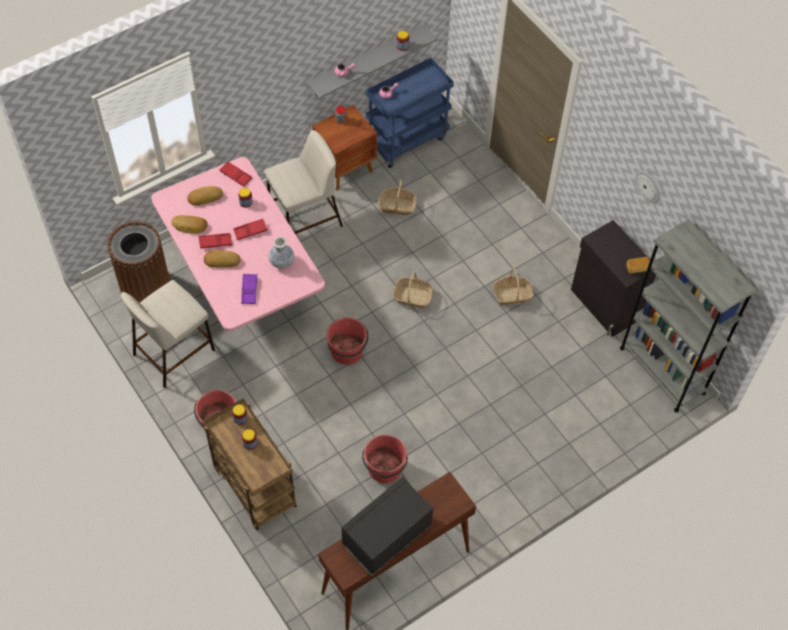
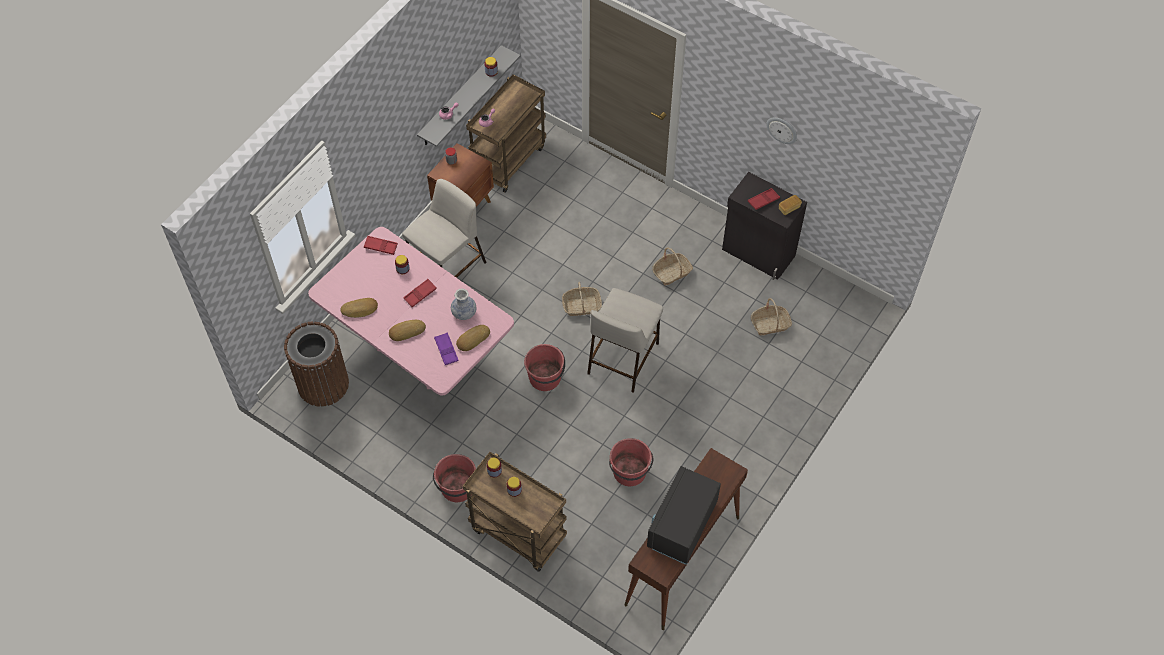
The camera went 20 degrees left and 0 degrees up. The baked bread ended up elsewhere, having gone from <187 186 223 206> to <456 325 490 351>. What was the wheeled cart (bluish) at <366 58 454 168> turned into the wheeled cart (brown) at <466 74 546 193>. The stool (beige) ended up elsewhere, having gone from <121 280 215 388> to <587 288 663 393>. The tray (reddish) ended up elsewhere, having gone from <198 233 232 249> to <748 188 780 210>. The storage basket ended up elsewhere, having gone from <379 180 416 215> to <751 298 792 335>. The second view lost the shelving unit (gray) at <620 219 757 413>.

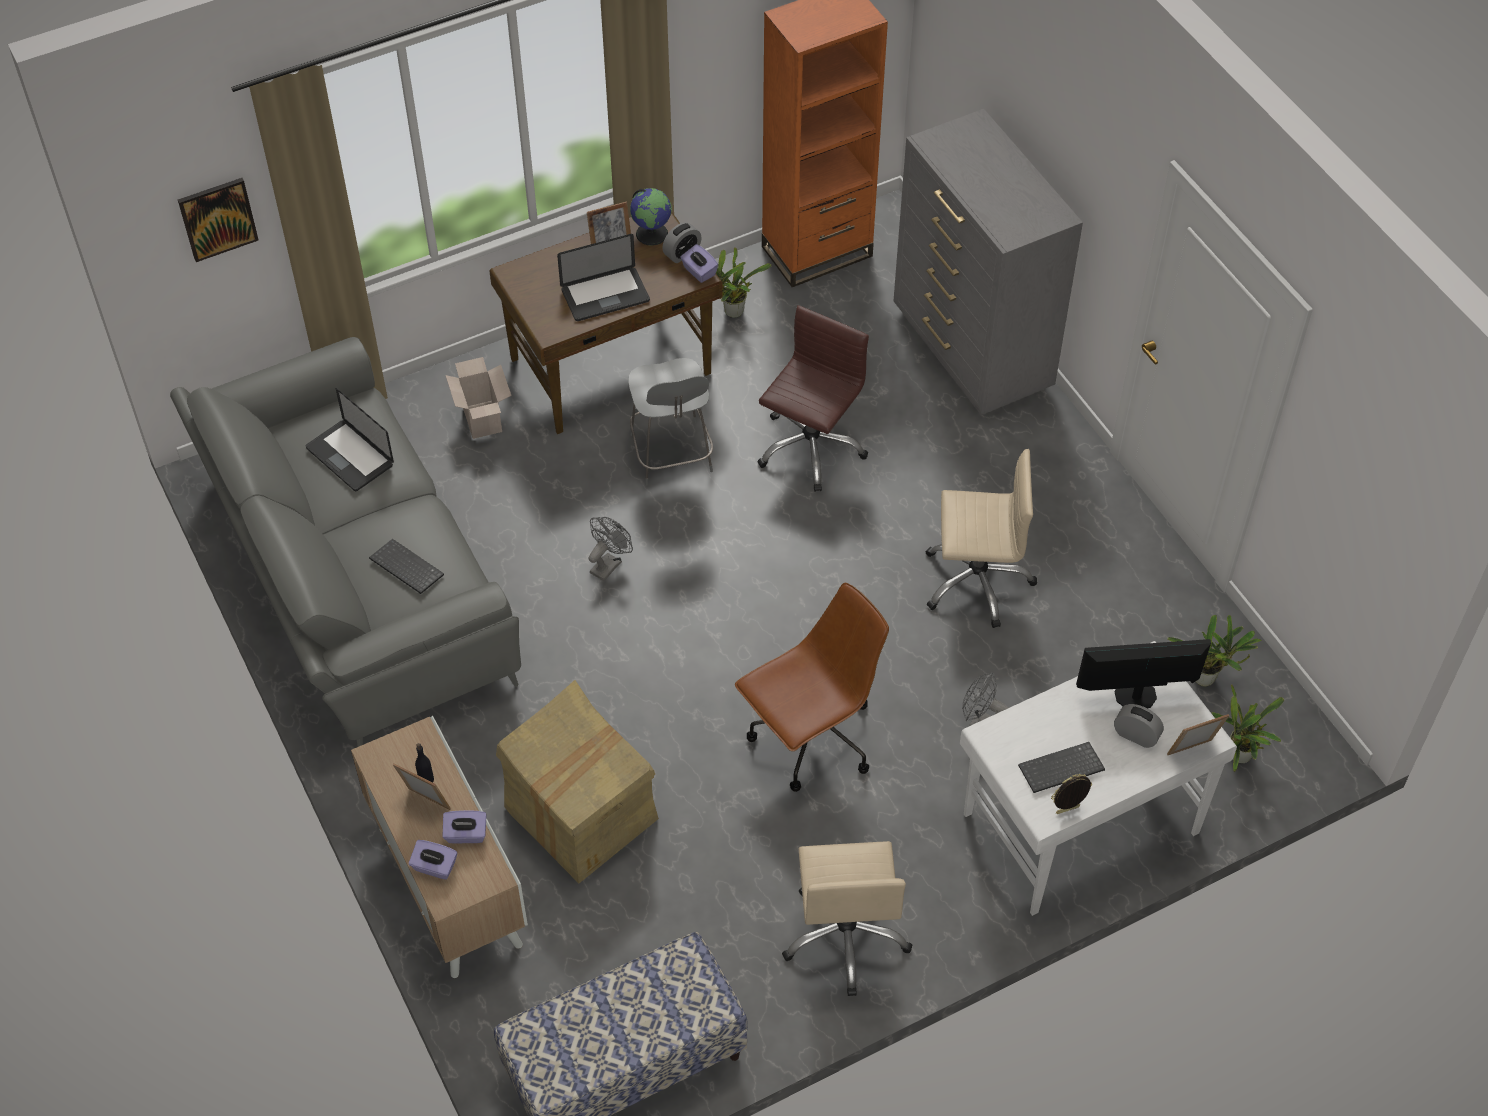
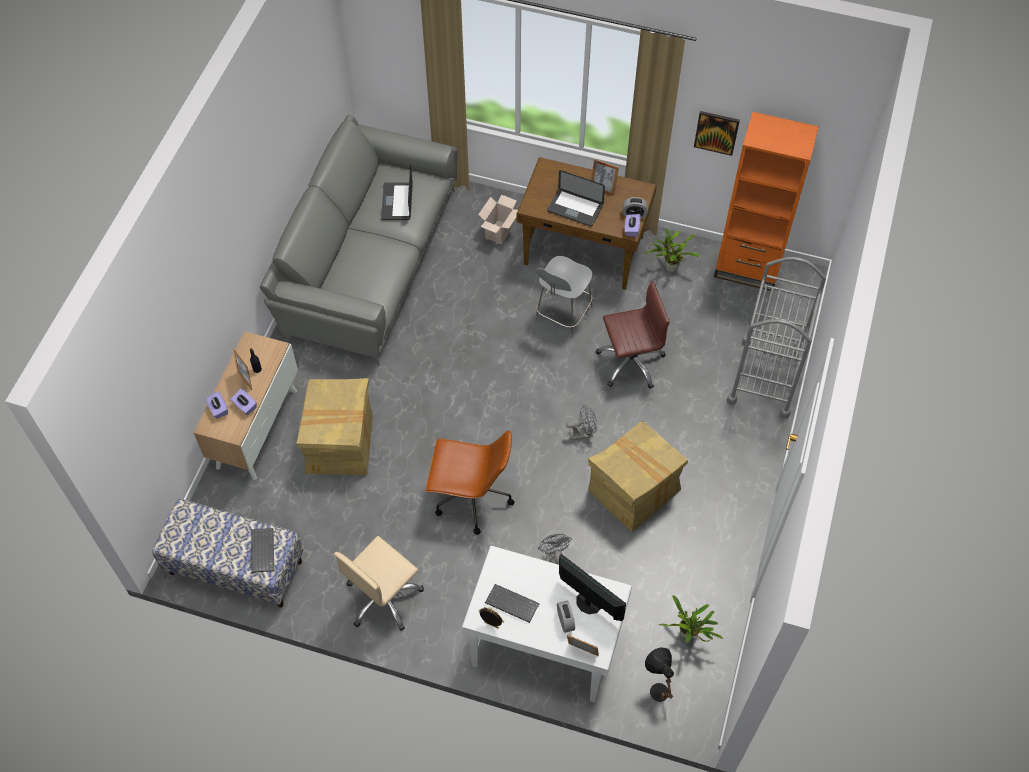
The camera went 45 degrees right and 5 degrees up. The computer keyboard ended up elsewhere, having gone from <369 539 444 594> to <251 528 274 573>. The cooling fan (gray) ended up elsewhere, having gone from <588 517 633 581> to <567 404 597 440>. Where the computer chair (beige) stood at <926 449 1037 628>, the packing box came to stand at <588 421 688 532>. Where the houseplant stood at <1211 685 1284 772>, the tabletop lamp (black) came to stand at <645 647 674 702>. The picture ended up elsewhere, having gone from <178 178 259 262> to <694 111 740 156>. Where the drawer chest (gray) stood at <894 109 1083 415>, the wheeled cart (gray) came to stand at <727 257 826 419>. The second view lost the world globe at <630 188 672 246>.

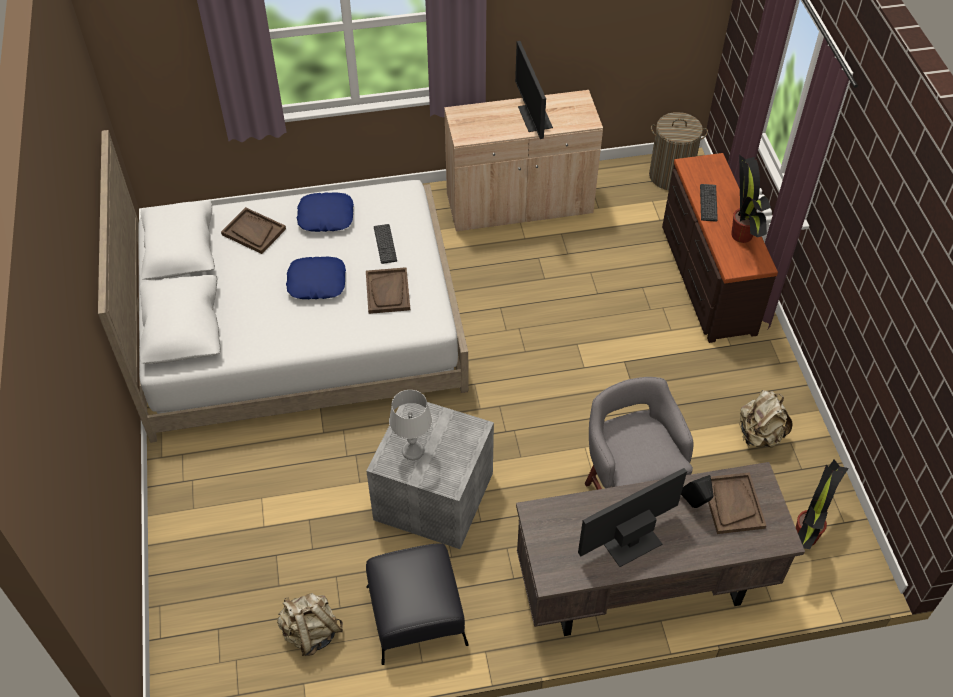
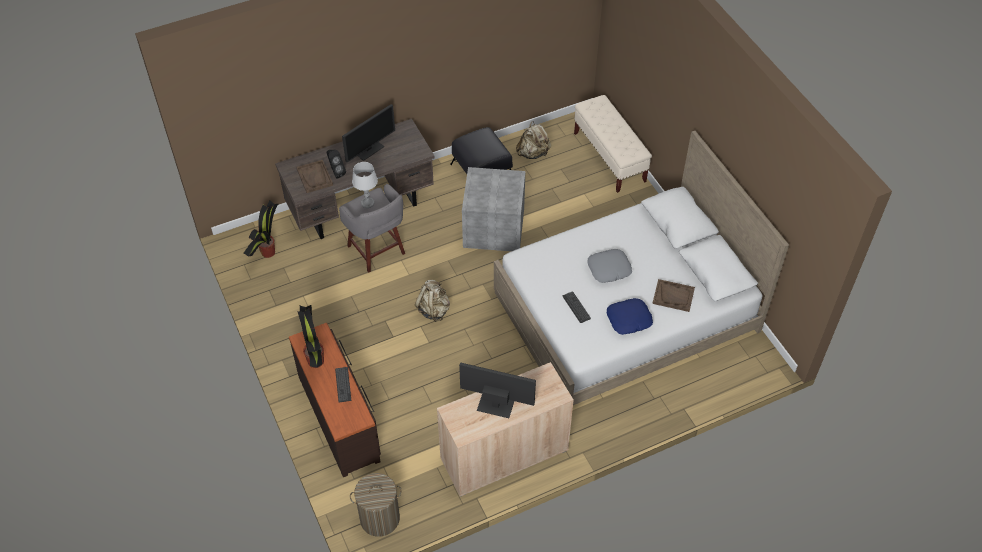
The camera went 165 degrees right and 0 degrees up. The tabletop lamp (gray) ended up elsewhere, having gone from <389 390 432 460> to <352 162 378 208>. The backpack (beige) ended up elsewhere, having gone from <740 390 793 448> to <415 280 450 322>. The computer screen at <515 41 553 139> ended up facing another way, 45 degrees counterclockwise from before. The second view gained the long seat (beige) at <574 95 652 193>. What was the cushion (bluish) at <286 257 346 299> turned into the cushion (gray) at <587 249 632 283>. The second view lost the tray (brown) at <366 267 410 314>.

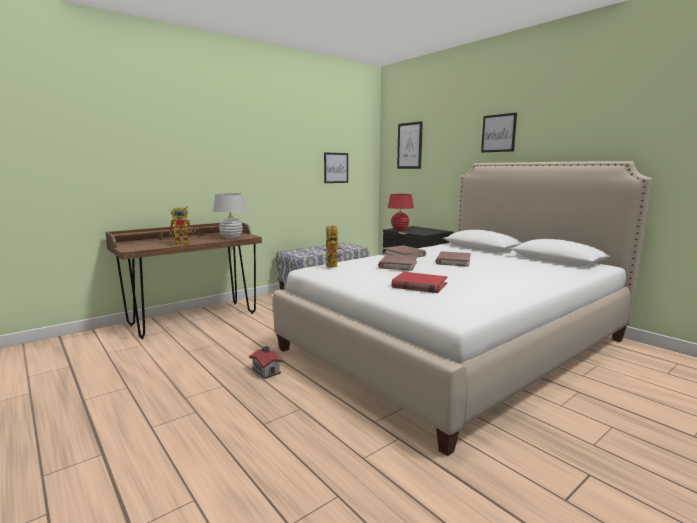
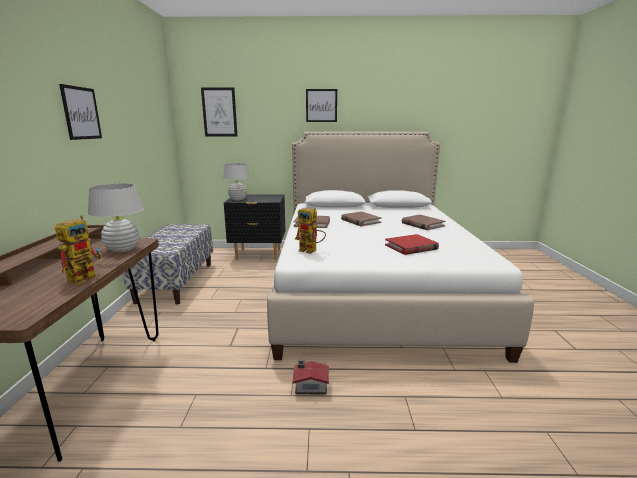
The camera went 50 degrees left and 5 degrees up. The picture ended up elsewhere, having gone from <324 152 348 183> to <59 84 102 140>. What was the tabletop lamp (reddish) at <387 194 414 230> turned into the tabletop lamp (white) at <223 163 250 201>. The volume (brown) ended up elsewhere, having gone from <378 254 417 271> to <402 214 446 230>.

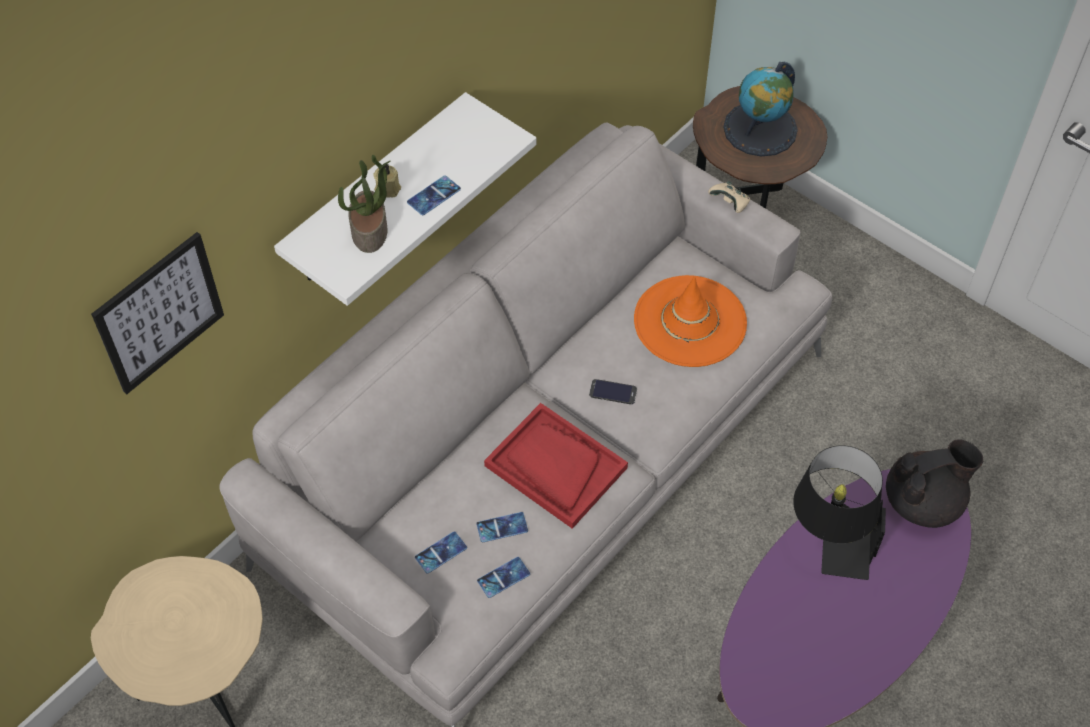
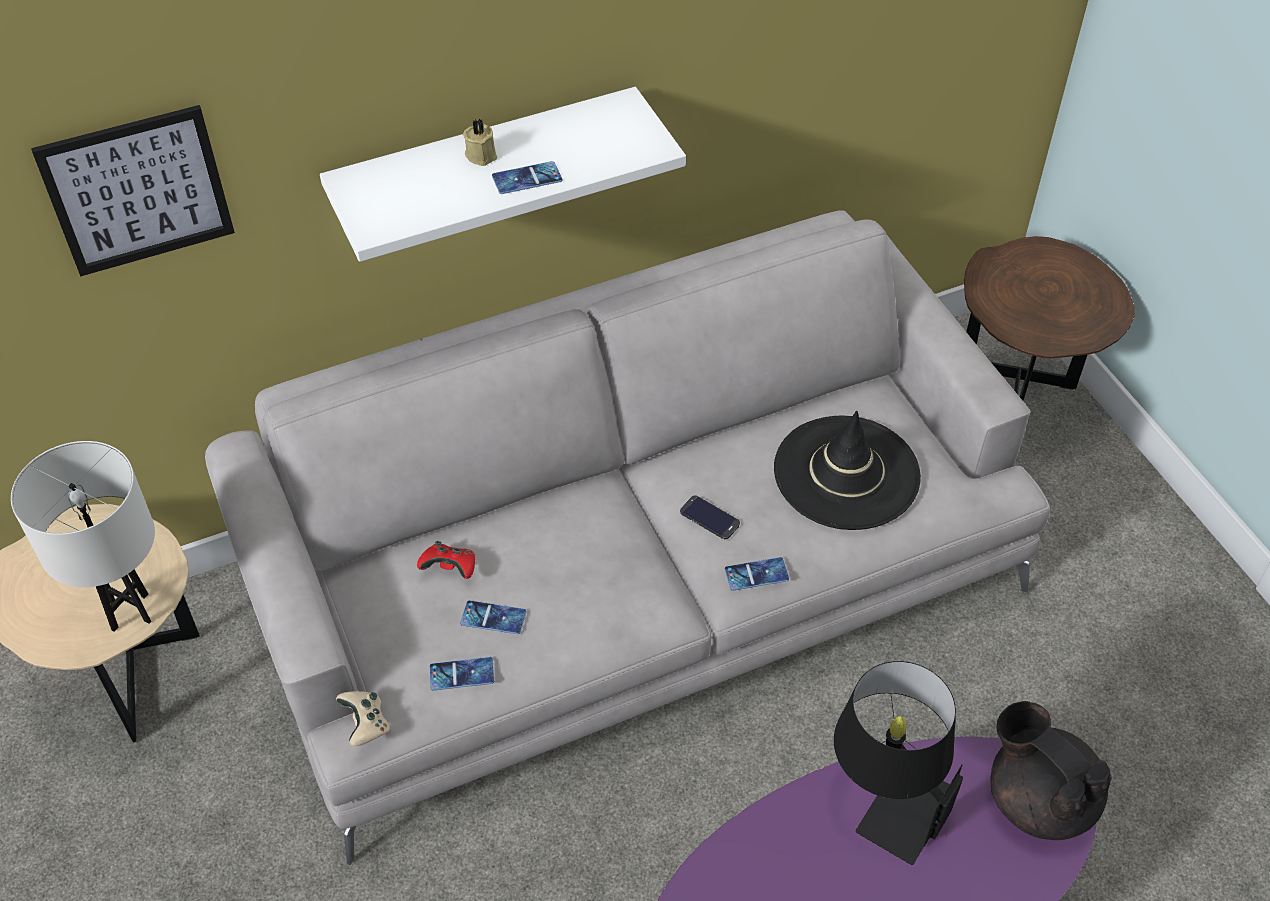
The camera went 25 degrees right and 5 degrees down. The second view gained the tabletop lamp (white) at <11 441 155 632>. The joypad (beige) ended up elsewhere, having gone from <708 181 750 213> to <336 691 390 746>. The second view gained the joypad (reddish) at <417 541 475 579>. The handset ended up elsewhere, having gone from <415 531 467 574> to <725 557 789 591>. What was the wearable hat (orange) at <634 275 747 367> turned into the wearable hat (black) at <774 411 921 530>. The pot for tea (black) at <886 439 983 528> ended up facing another way, 135 degrees counterclockwise from before. The second view lost the houseplant at <338 155 390 253>. The second view lost the tray (reddish) at <484 403 628 529>. The second view lost the world globe at <723 62 798 156>.

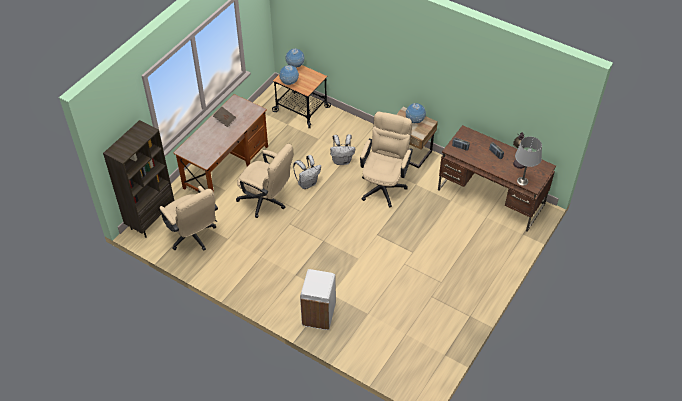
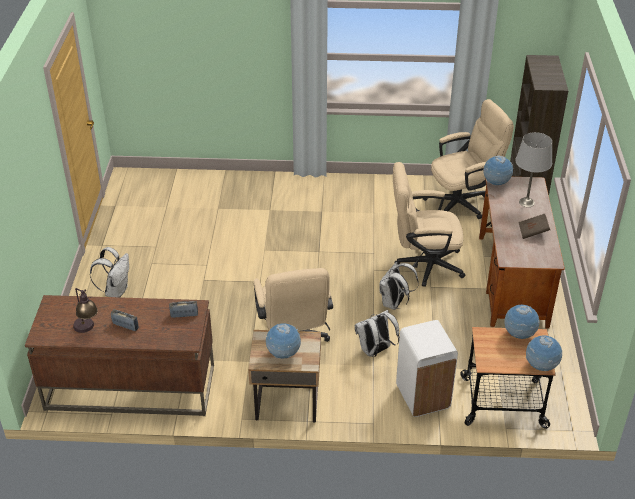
The camera went 150 degrees right and 10 degrees down. The second view gained the backpack (white) at <90 247 129 297>. The rubbish bin (white) ended up elsewhere, having gone from <300 269 336 330> to <396 320 458 417>. The computer chair (beige) at <160 186 218 251> ended up facing another way, 135 degrees clockwise from before. The second view gained the world globe at <483 156 513 185>. The tabletop lamp (gray) ended up elsewhere, having gone from <515 137 542 186> to <515 132 552 207>.

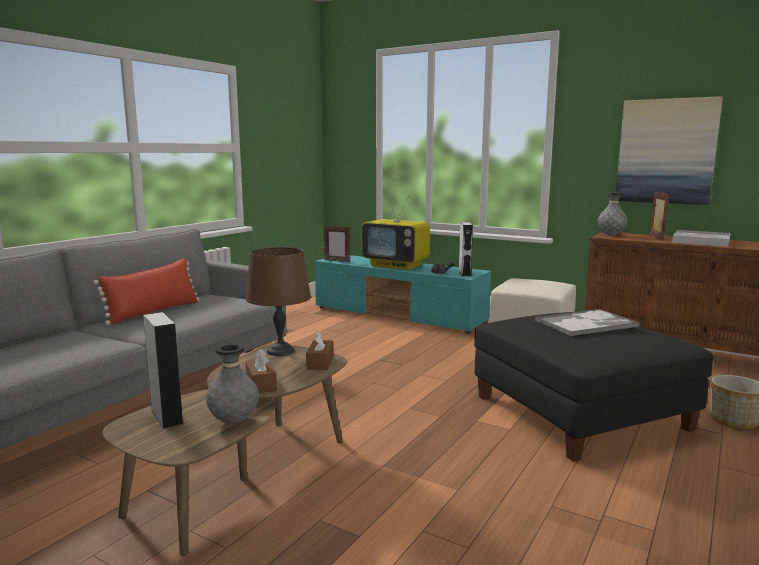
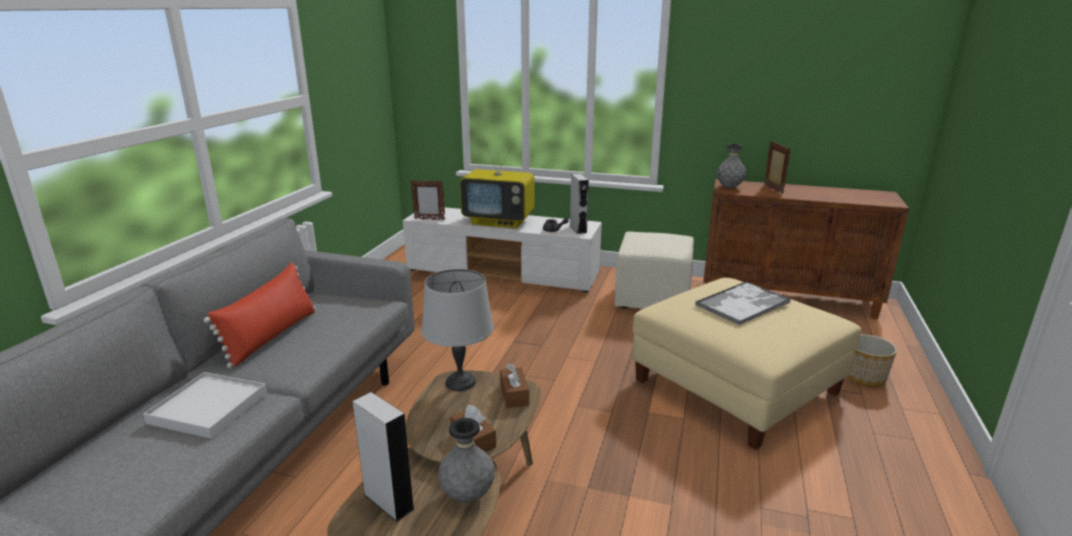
The camera went 15 degrees left and 10 degrees up. The tray (white) ended up elsewhere, having gone from <672 230 730 247> to <143 372 267 439>. What was the tv unit (blue-green) at <315 255 491 334> turned into the tv unit (white) at <403 207 602 293>. What was the tabletop lamp (brown) at <246 247 311 356> turned into the tabletop lamp (gray) at <421 269 494 391>. What was the footrest (black) at <474 311 714 462> turned into the footrest (beige) at <632 278 861 450>. The second view lost the picture at <616 96 723 205>.

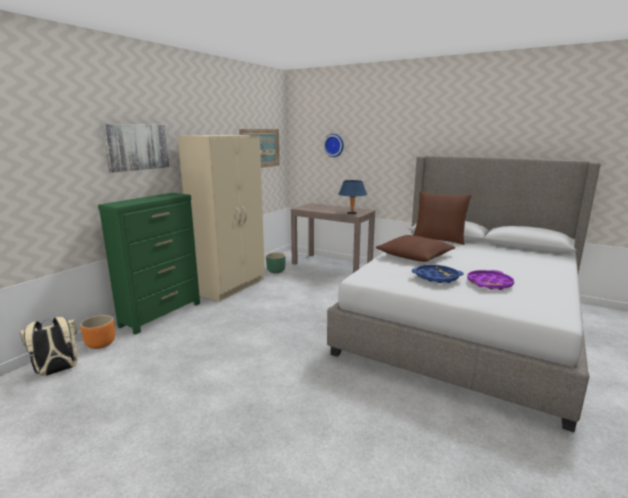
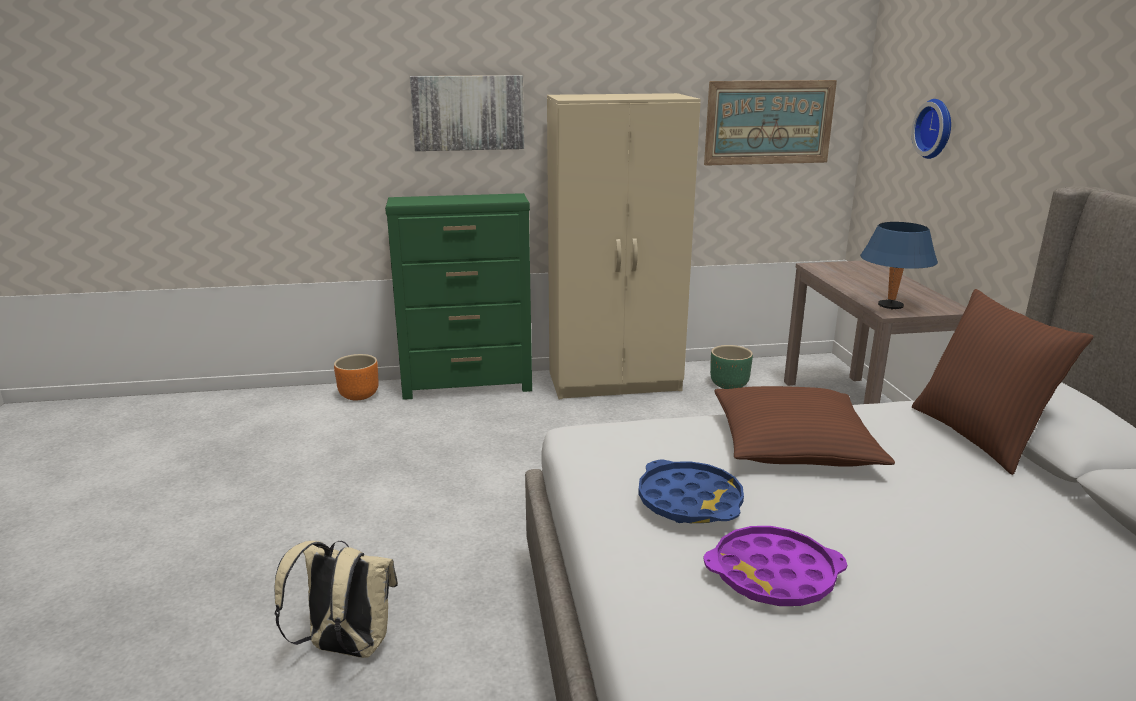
The camera went 50 degrees right and 5 degrees up. The backpack (beige) ended up elsewhere, having gone from <20 317 78 376> to <274 541 398 658>.

